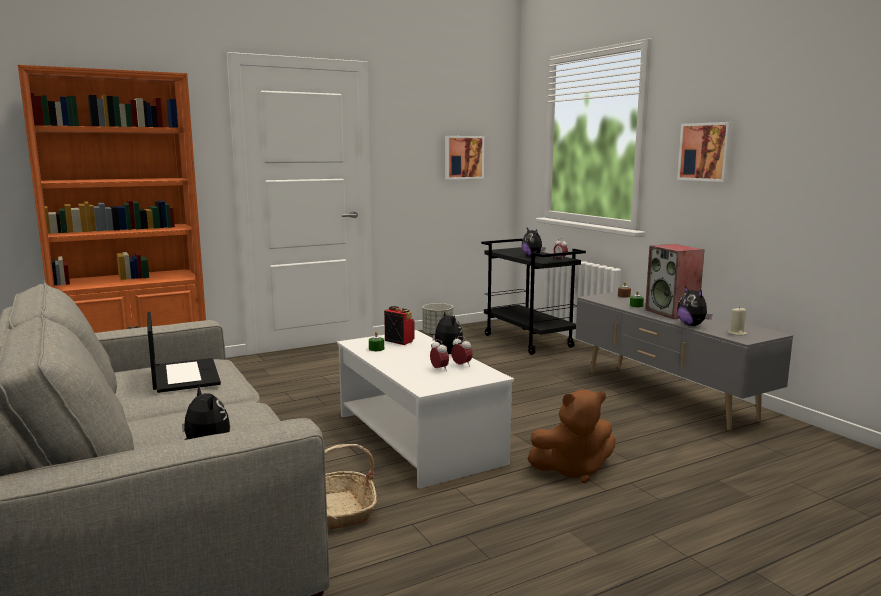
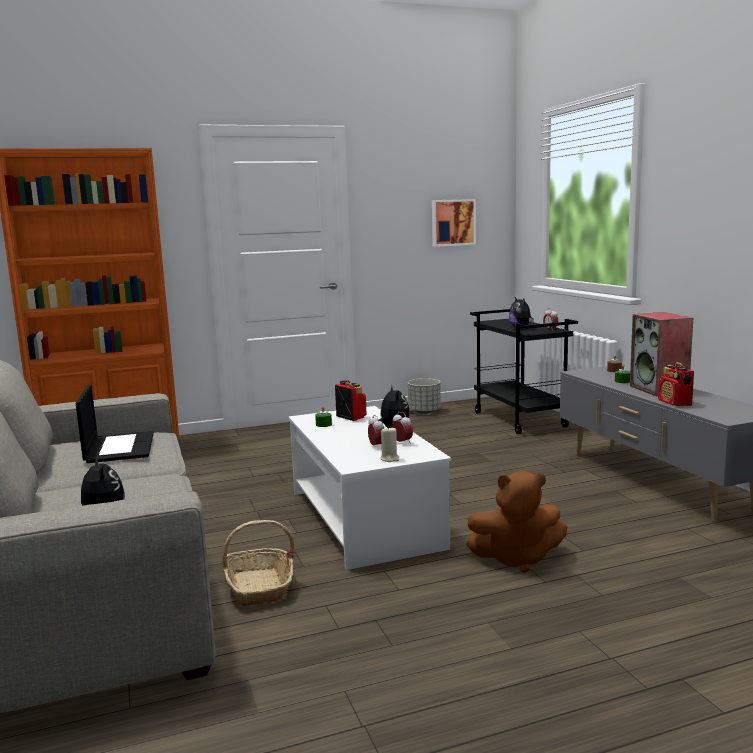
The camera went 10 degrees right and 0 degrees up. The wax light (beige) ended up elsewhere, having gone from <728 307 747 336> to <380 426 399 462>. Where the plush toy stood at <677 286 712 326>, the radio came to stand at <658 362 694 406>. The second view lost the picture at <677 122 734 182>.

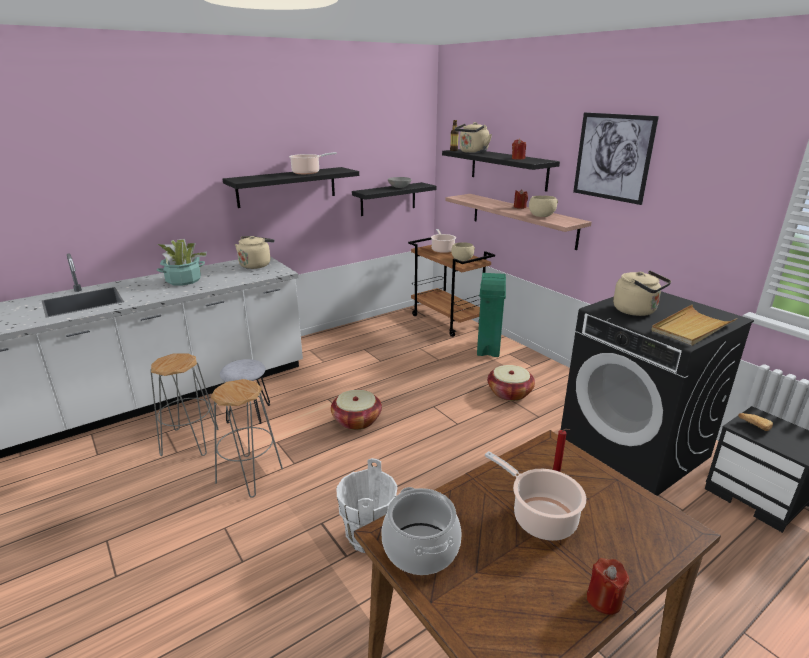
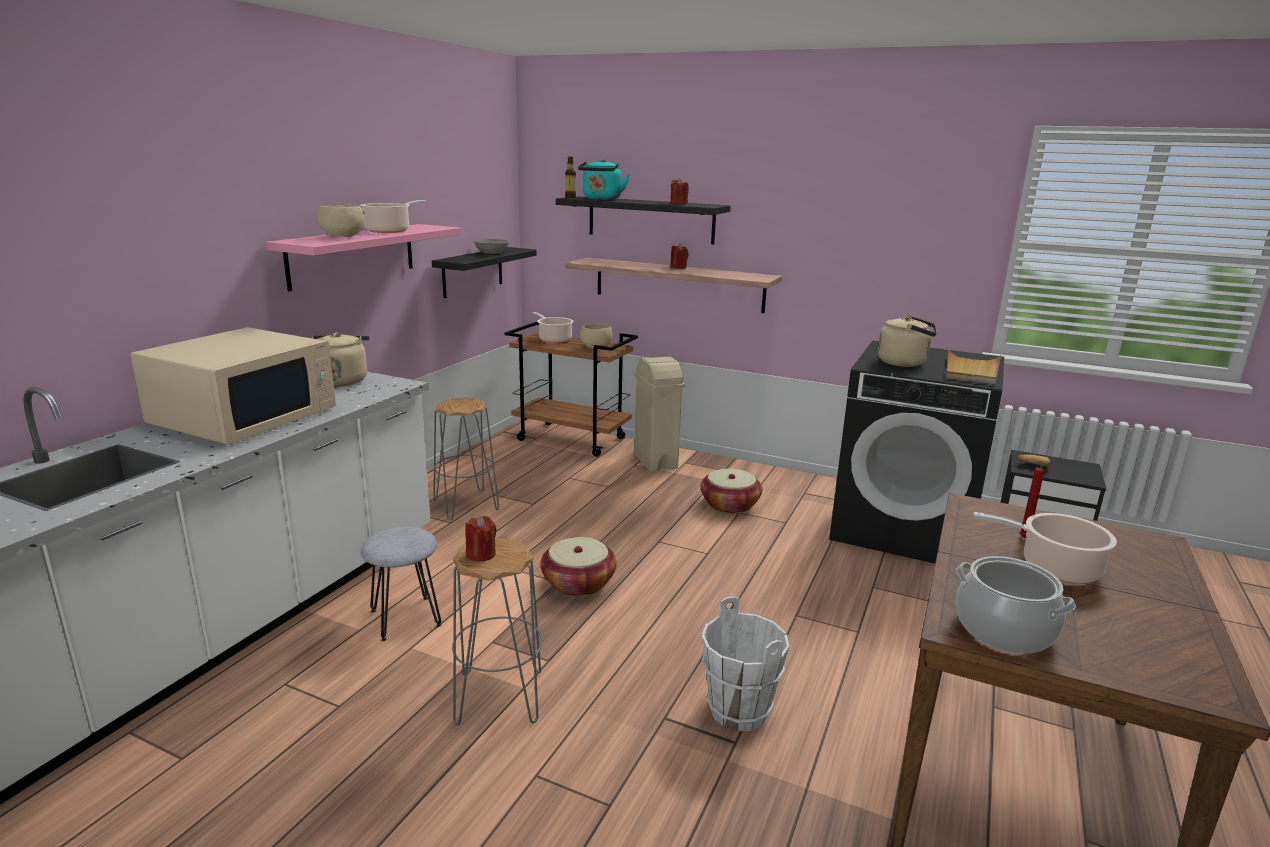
The camera went 30 degrees left and 5 degrees down. Where the houseplant stood at <157 239 207 286>, the microwave oven (beige) came to stand at <131 327 336 445>. What was the bracket shelf (black) at <222 167 359 208> turned into the bracket shelf (pinkish) at <265 224 461 291>. The deep dish (beige) ended up elsewhere, having gone from <529 196 558 217> to <318 205 365 237>. The stool (gray) ended up elsewhere, having gone from <150 353 219 456> to <433 397 499 520>. The wax light (reddish) ended up elsewhere, having gone from <586 558 629 615> to <465 516 497 561>. What was the tea kettle (beige) at <455 122 492 153> turned into the tea kettle (blue-green) at <578 159 630 200>. What was the rubbish bin (greenish) at <477 273 506 357> turned into the rubbish bin (beige) at <634 357 685 472>. The second view lost the picture at <573 112 659 205>.

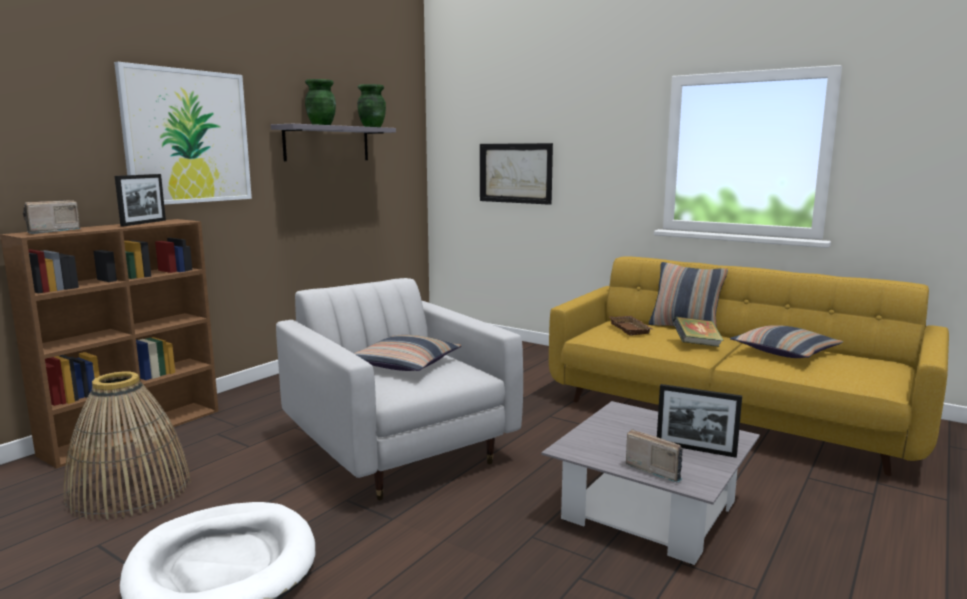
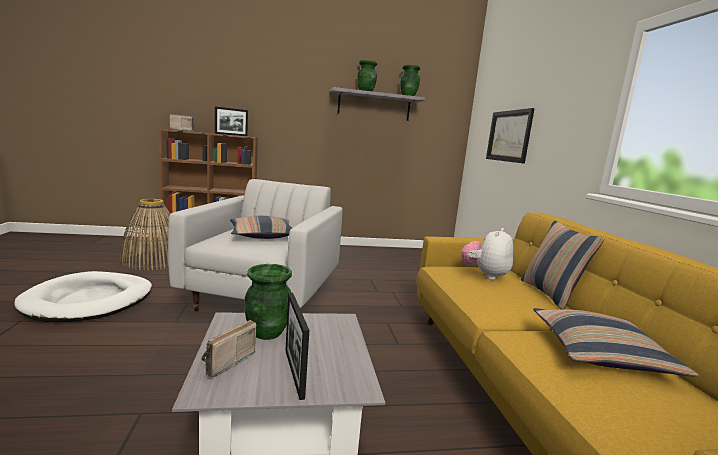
The camera went 45 degrees right and 0 degrees up. The radio at <626 429 683 483> ended up facing another way, 150 degrees counterclockwise from before. The second view gained the vase (greenish) at <244 264 292 340>. Where the tray (brown) stood at <609 316 653 336>, the plush toy came to stand at <461 228 513 280>. The second view lost the picture at <114 62 252 205>. The second view lost the volume at <672 316 724 347>.

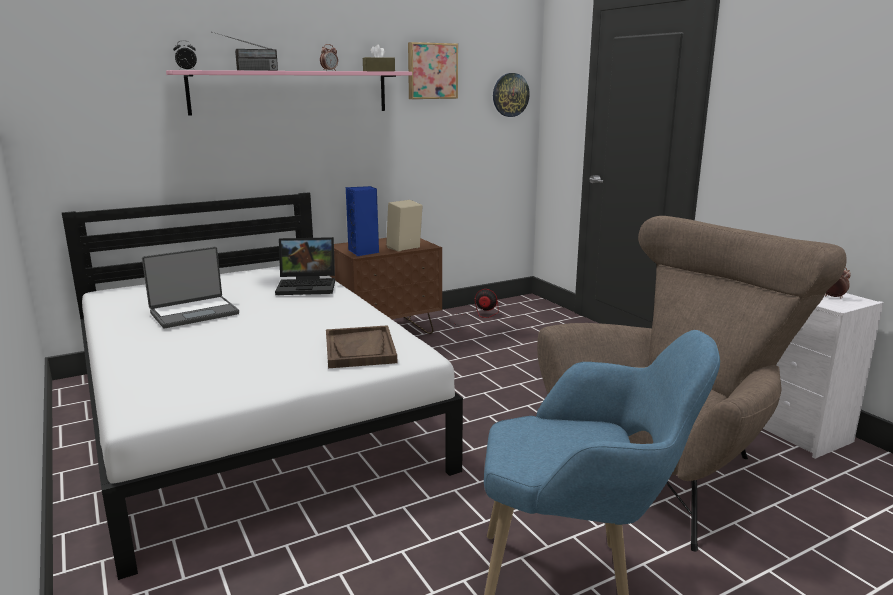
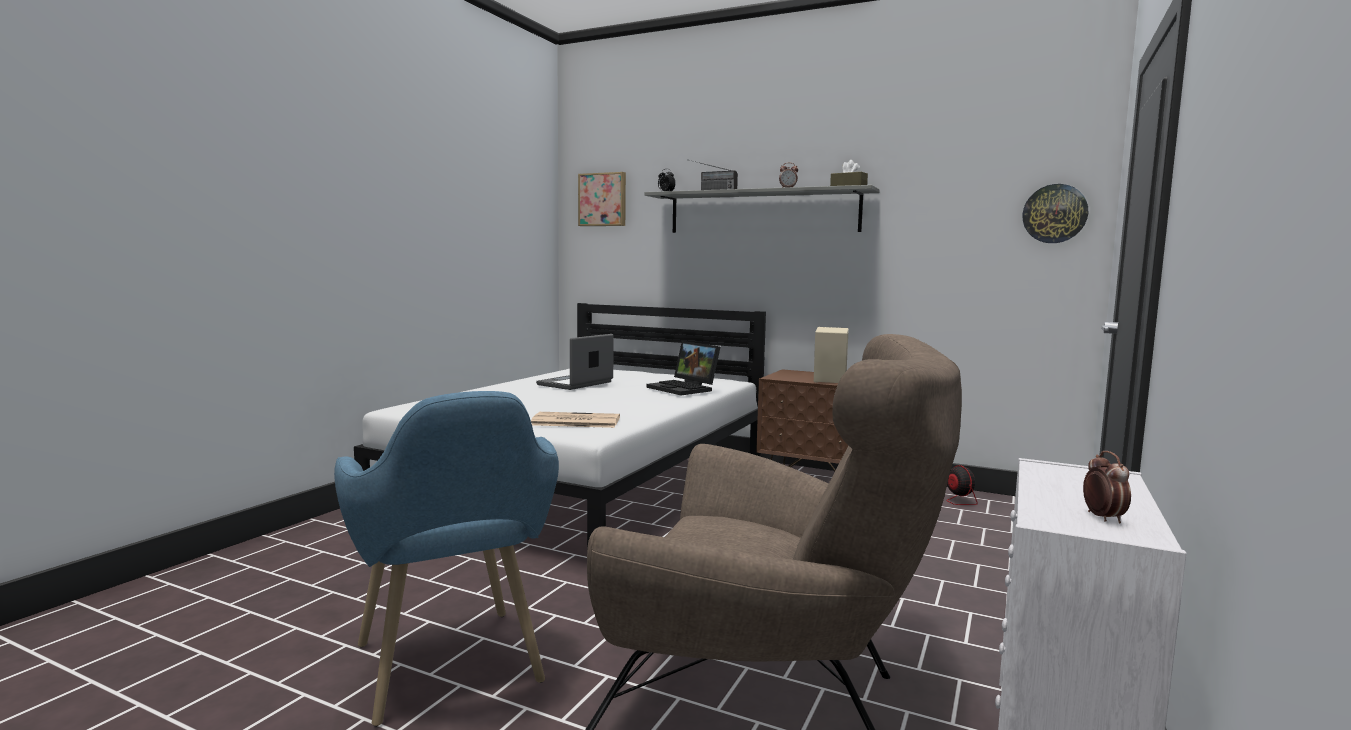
The camera went 55 degrees right and 10 degrees down. Where the tray (brown) stood at <326 325 397 368>, the daily paper came to stand at <531 412 620 428>. The portable computer at <142 247 239 328> ended up facing another way, 105 degrees clockwise from before. The picture ended up elsewhere, having gone from <408 42 458 99> to <578 172 626 226>. What was the bracket shelf (pinkish) at <166 70 412 115> turned into the bracket shelf (gray) at <645 185 880 233>. The second view lost the audio speaker (bluish) at <346 186 379 256>.

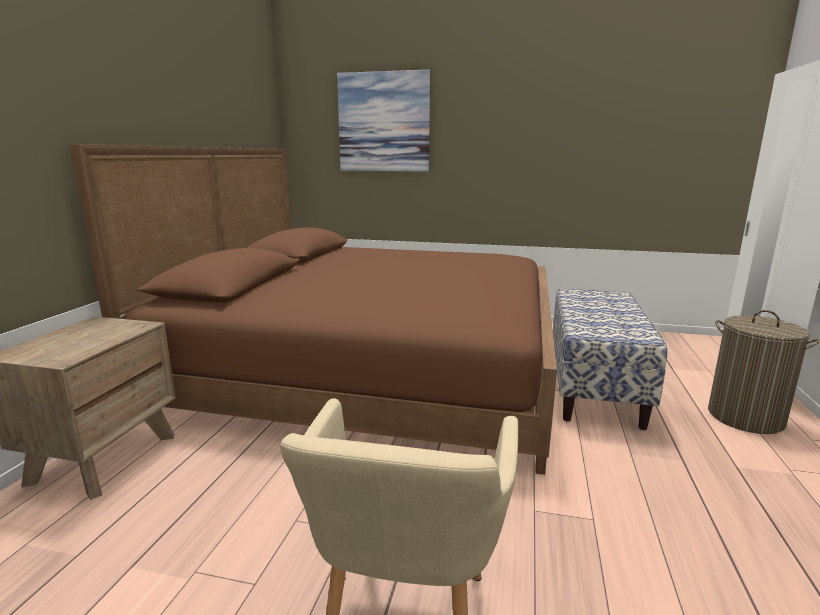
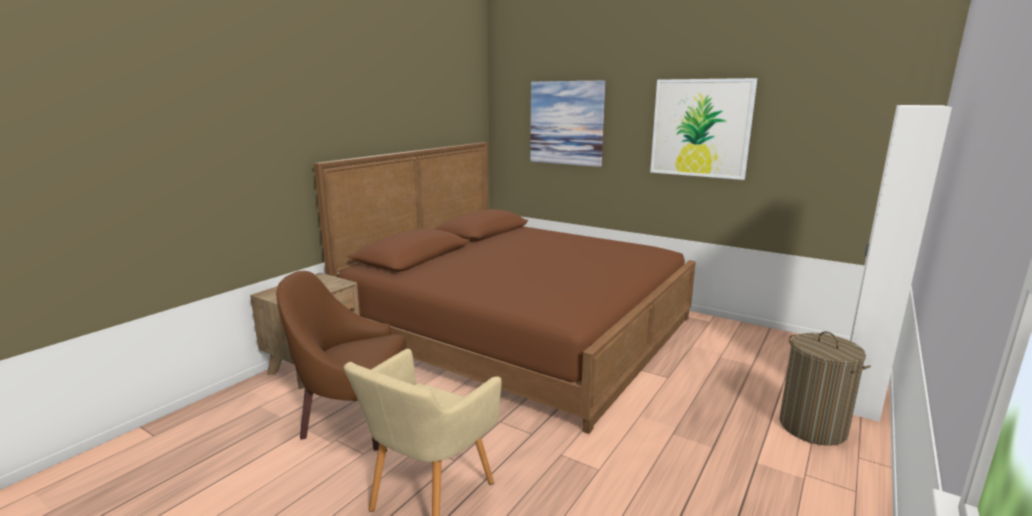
The camera went 20 degrees right and 0 degrees up. The second view gained the armchair (brown) at <276 271 406 451>. The second view gained the picture at <650 78 758 180>. The second view lost the long seat at <553 288 667 430>.

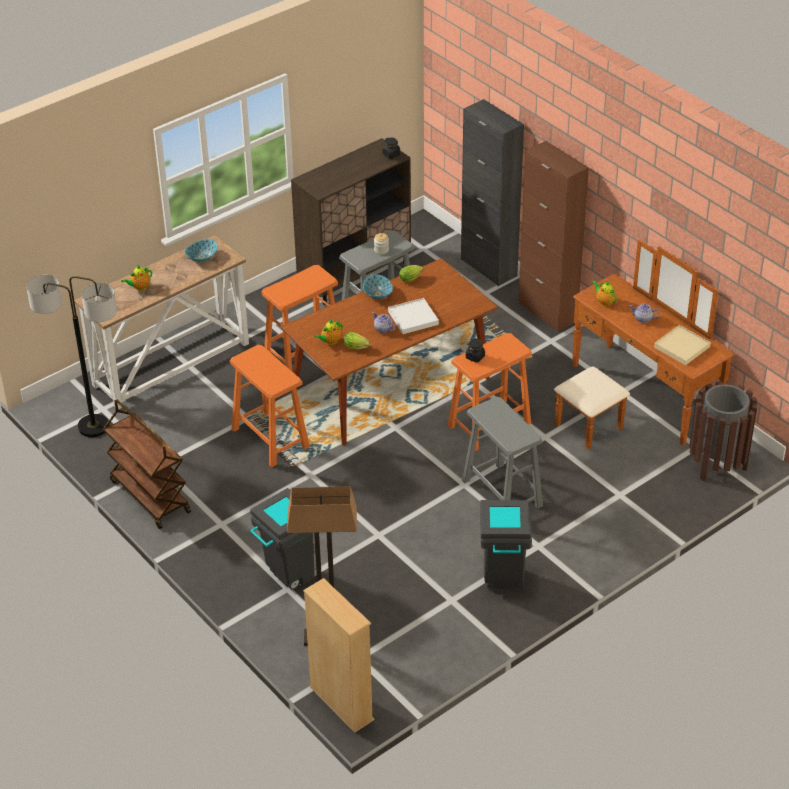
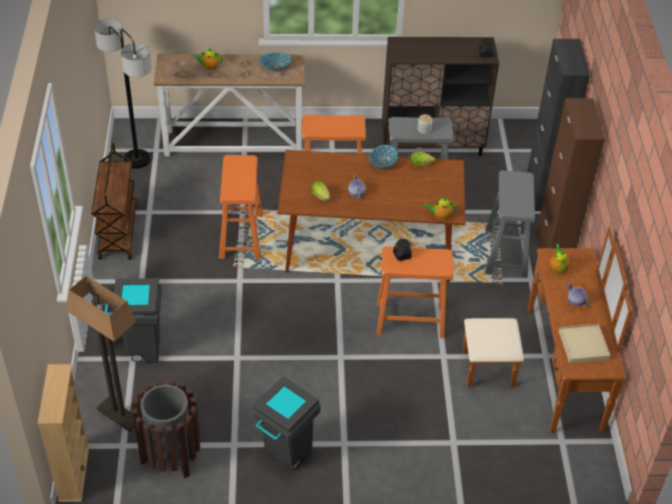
The camera went 35 degrees right and 5 degrees up. The rubbish bin (brown) ended up elsewhere, having gone from <689 381 758 481> to <132 380 200 478>. The pot for tea ended up elsewhere, having gone from <314 319 343 345> to <424 197 457 220>. The stool (gray) ended up elsewhere, having gone from <462 397 543 508> to <485 170 535 278>. The second view lost the tray (white) at <388 298 439 334>.

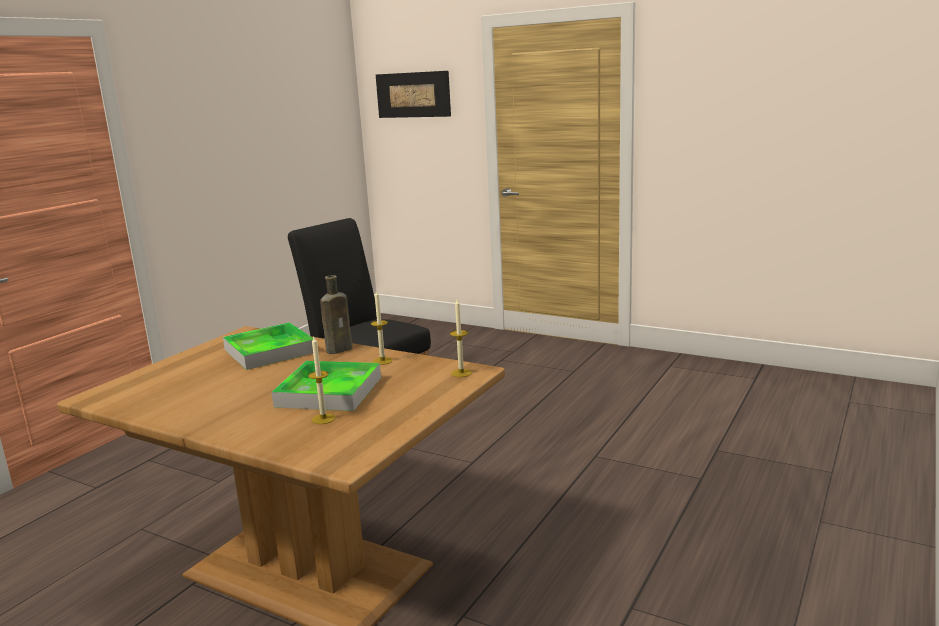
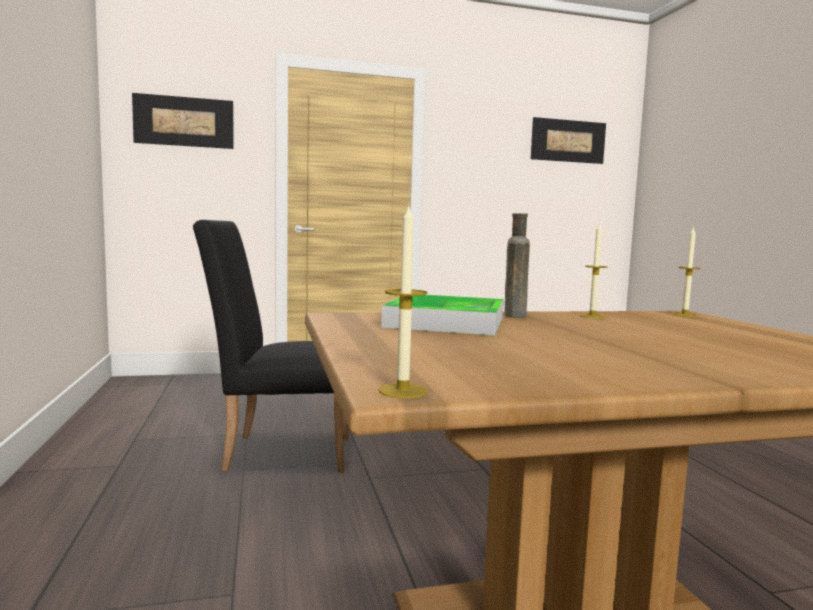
The camera went 45 degrees left and 10 degrees down. The wax light ended up elsewhere, having gone from <308 337 335 424> to <379 204 428 399>. The second view gained the picture at <531 117 606 164>. The second view lost the tray at <272 361 381 411>.

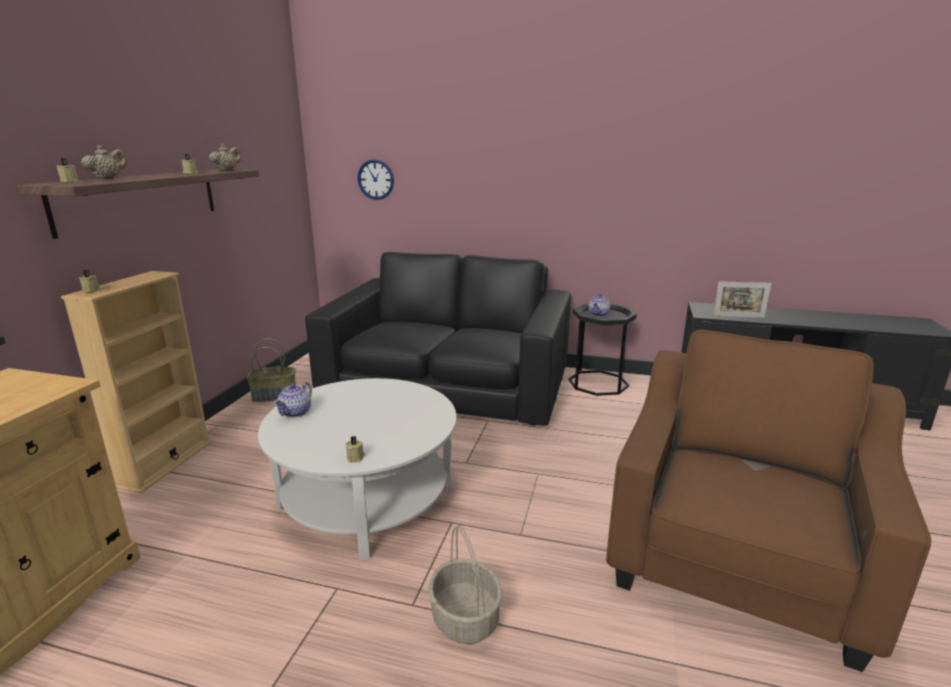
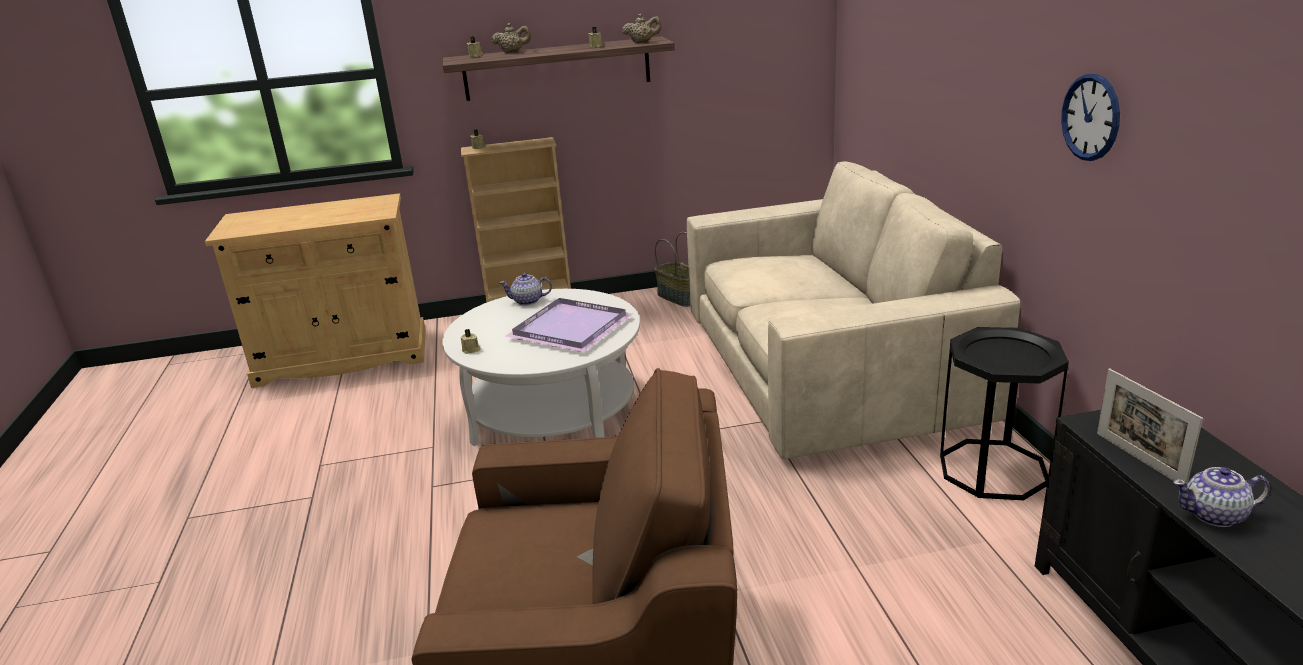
The camera went 65 degrees right and 5 degrees up. The second view gained the tray (purplish) at <506 298 632 352>. What was the sofa (black) at <305 252 571 426> turned into the sofa (beige) at <687 162 1020 459>. The hanging clock ended up elsewhere, having gone from <357 159 394 200> to <1061 74 1120 161>. The pot for tea ended up elsewhere, having gone from <588 294 611 317> to <1173 467 1270 527>. The second view lost the storage basket at <428 525 502 644>.

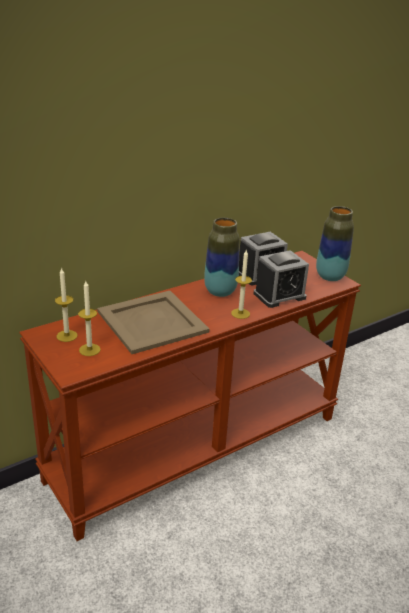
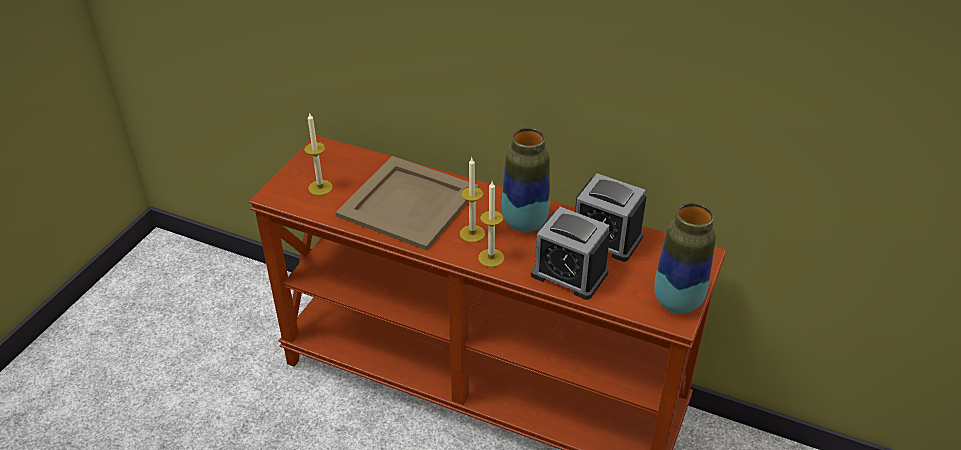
The camera went 60 degrees right and 10 degrees up. The wax light ended up elsewhere, having gone from <55 267 77 342> to <460 158 485 242>.

